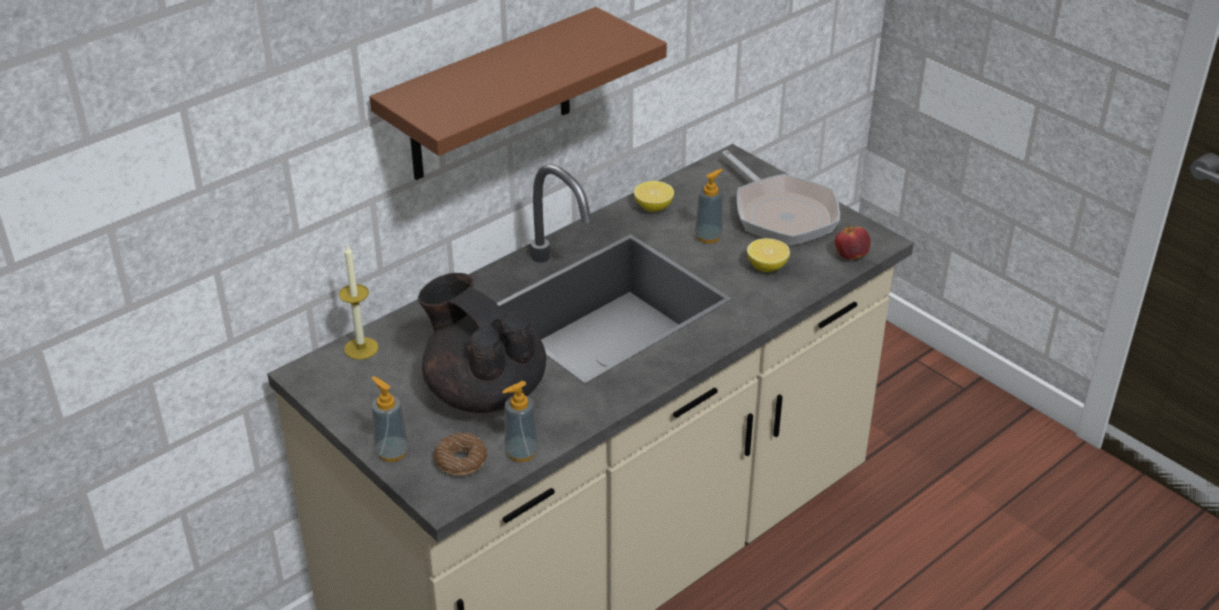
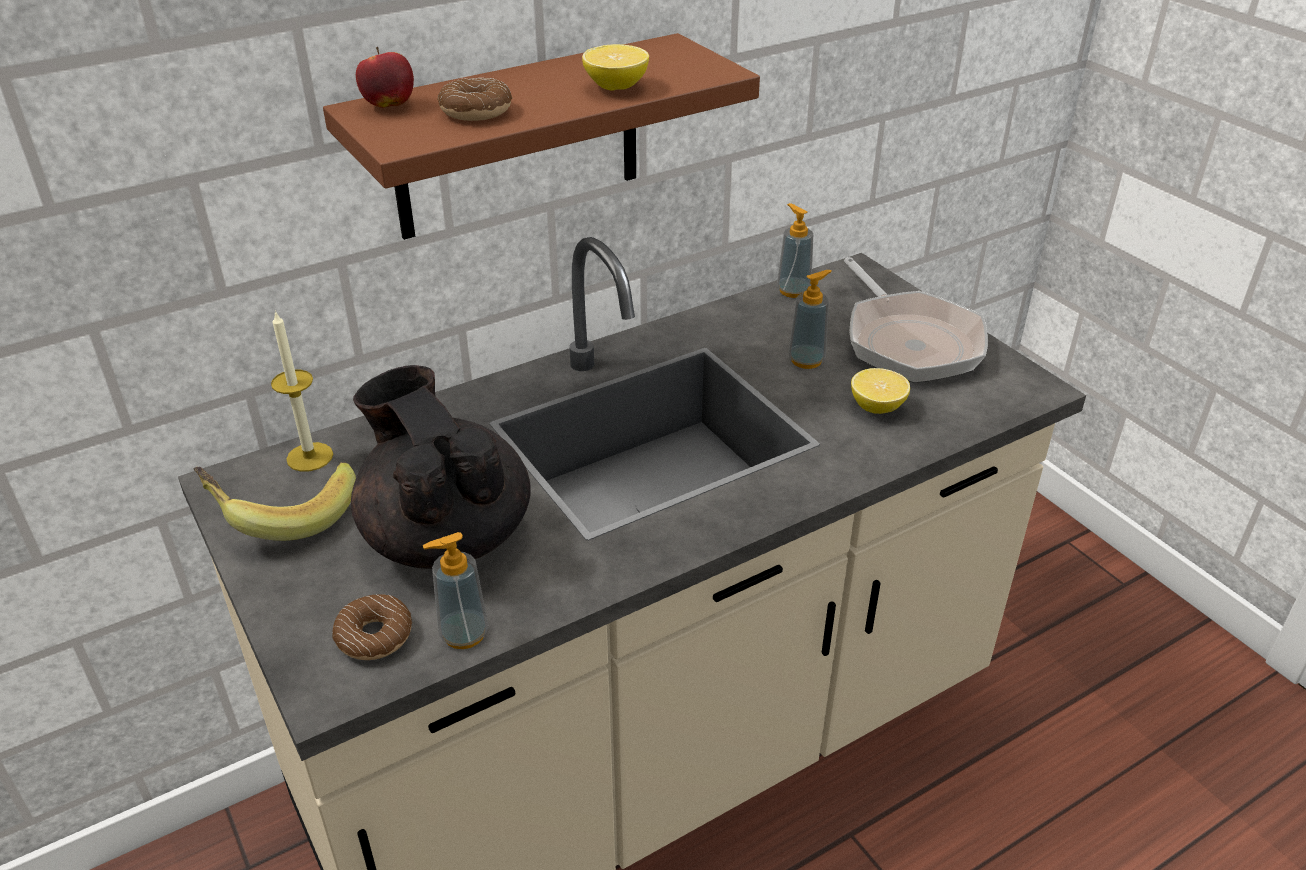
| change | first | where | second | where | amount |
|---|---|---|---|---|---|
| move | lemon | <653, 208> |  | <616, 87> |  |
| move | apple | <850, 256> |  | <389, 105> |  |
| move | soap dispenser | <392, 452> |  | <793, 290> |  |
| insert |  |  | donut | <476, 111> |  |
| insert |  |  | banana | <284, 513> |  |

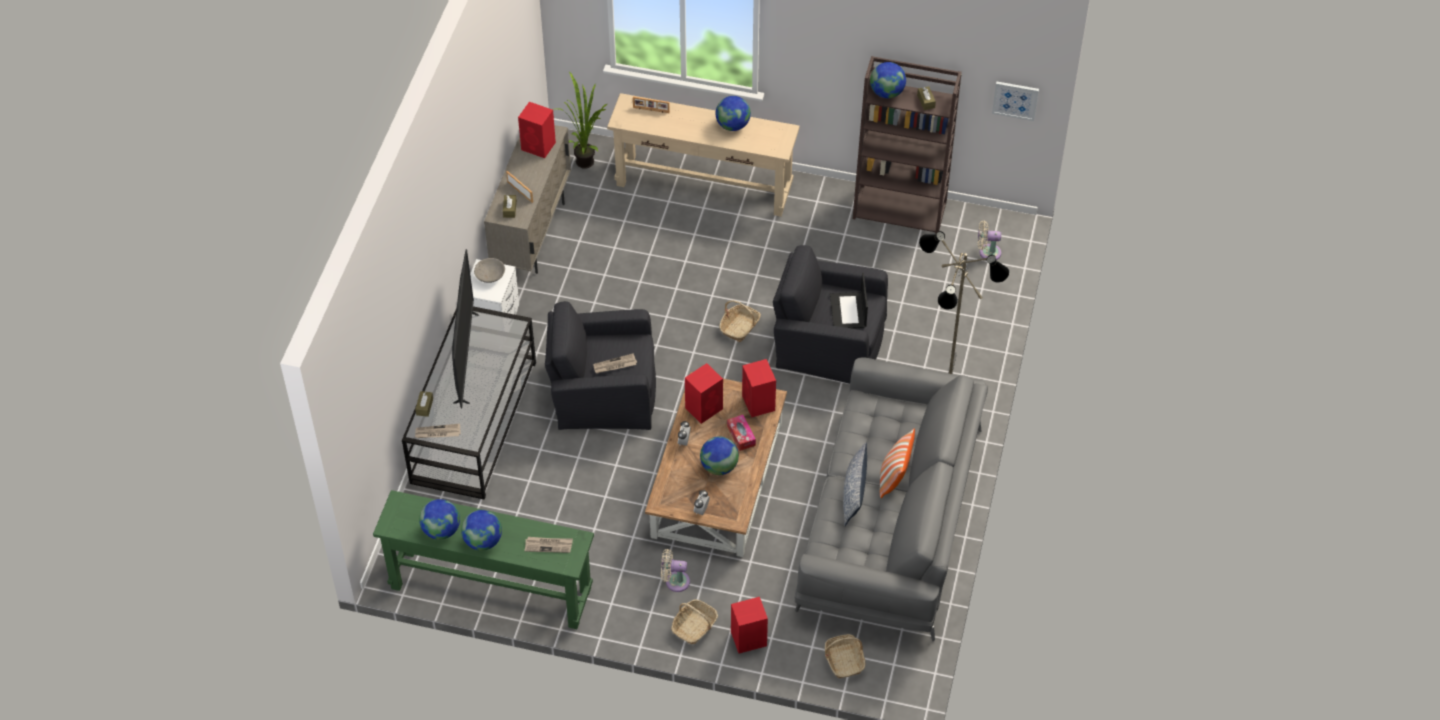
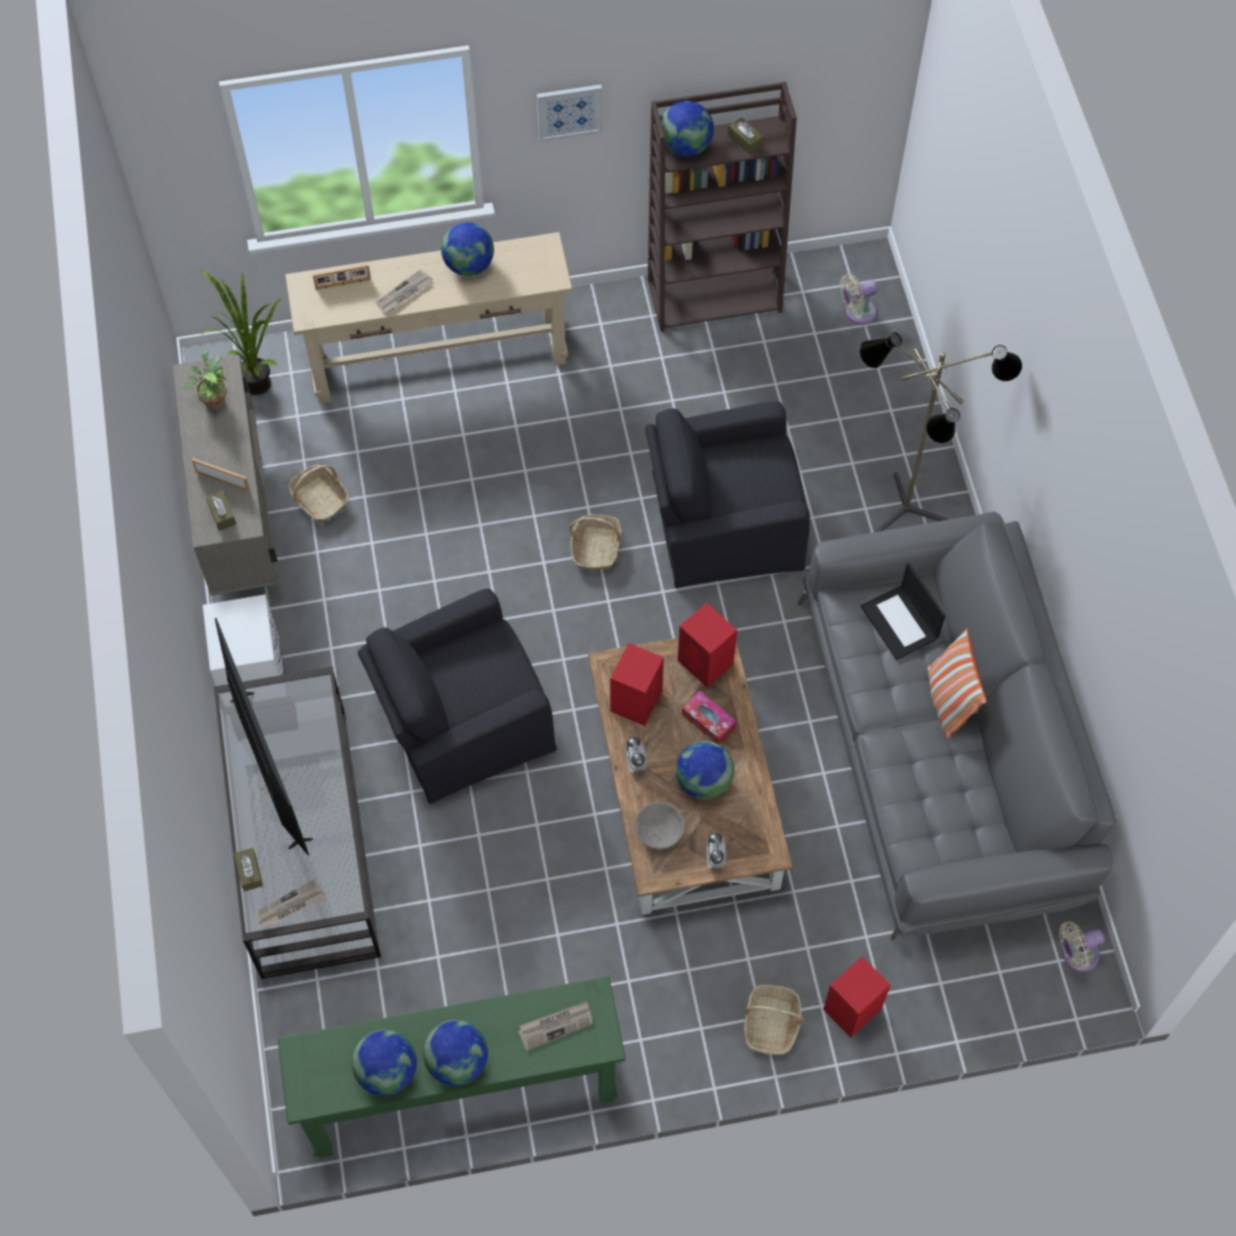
| change | first | where | second | where | amount |
|---|---|---|---|---|---|
| move | picture | <1015, 100> |  | <569, 111> |  |
| replace | speaker/red | <539, 146> | potted plant | <213, 399> |  |
| move | bowl/grey | <490, 275> |  | <659, 830> |  |
| move | laptop | <848, 311> |  | <900, 623> |  |
| move | newspaper | <614, 365> |  | <404, 293> |  |
| delete | pillow | <854, 493> |  |  |  |
| move | fan/beige | <674, 581> |  | <1076, 955> |  |
| move | basket | <844, 660> |  | <320, 499> |  |

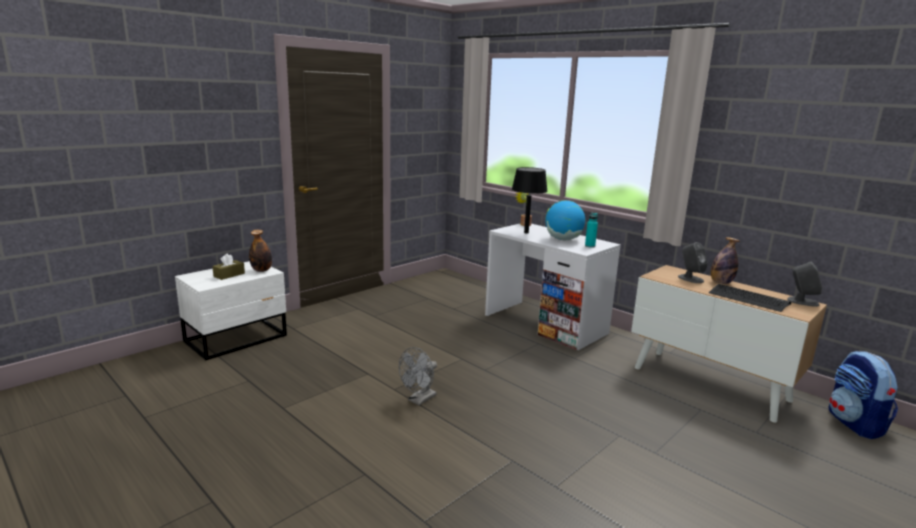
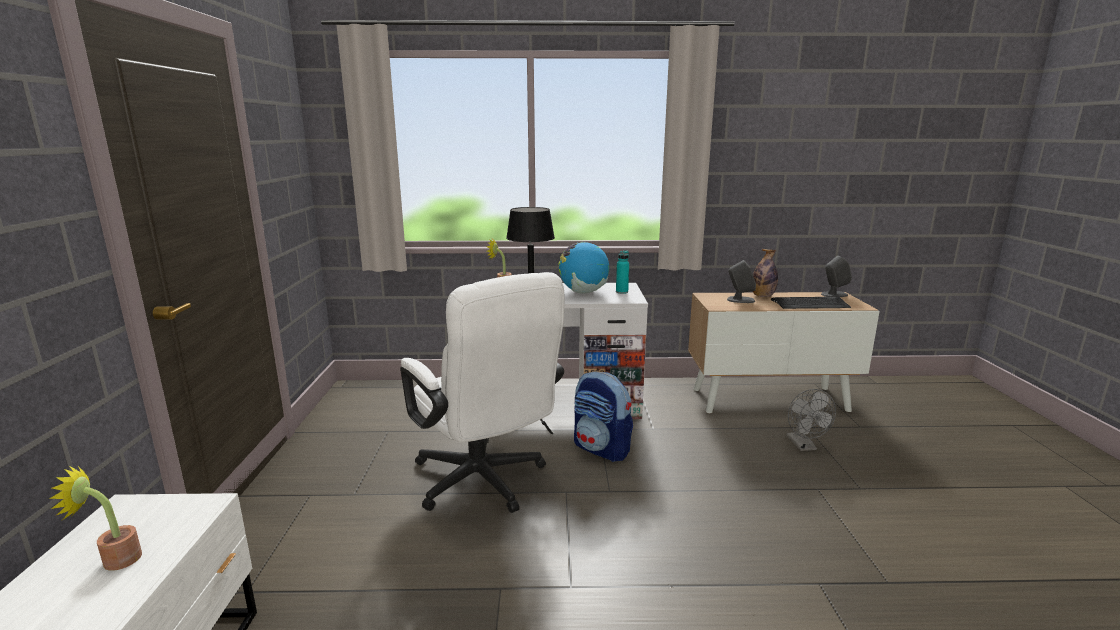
| change | first | where | second | where | amount |
|---|---|---|---|---|---|
| delete | bottle | <261, 270> |  |  |  |
| replace | tissue box/brown | <229, 275> | potted plant | <115, 560> |  |
| move | fan/grey | <419, 400> |  | <804, 446> |  |
| move | backpack | <855, 424> |  | <602, 449> |  |
| insert |  |  | office chair/white | <485, 484> |  |

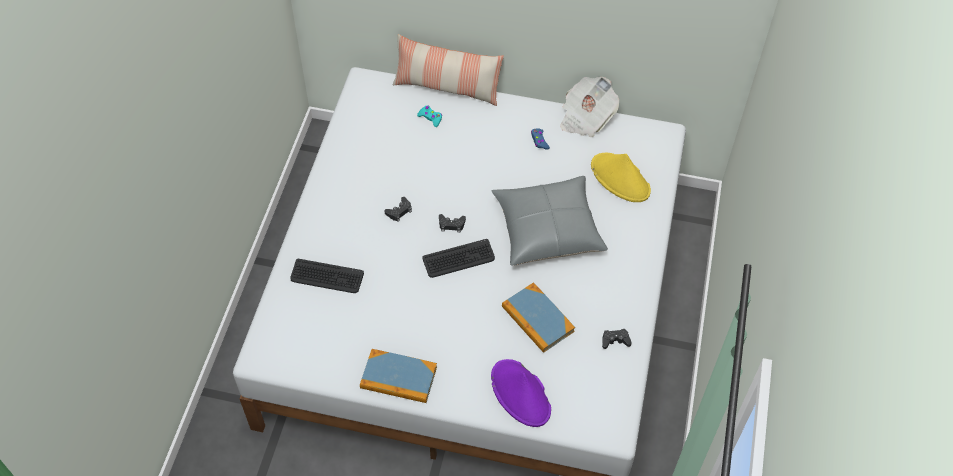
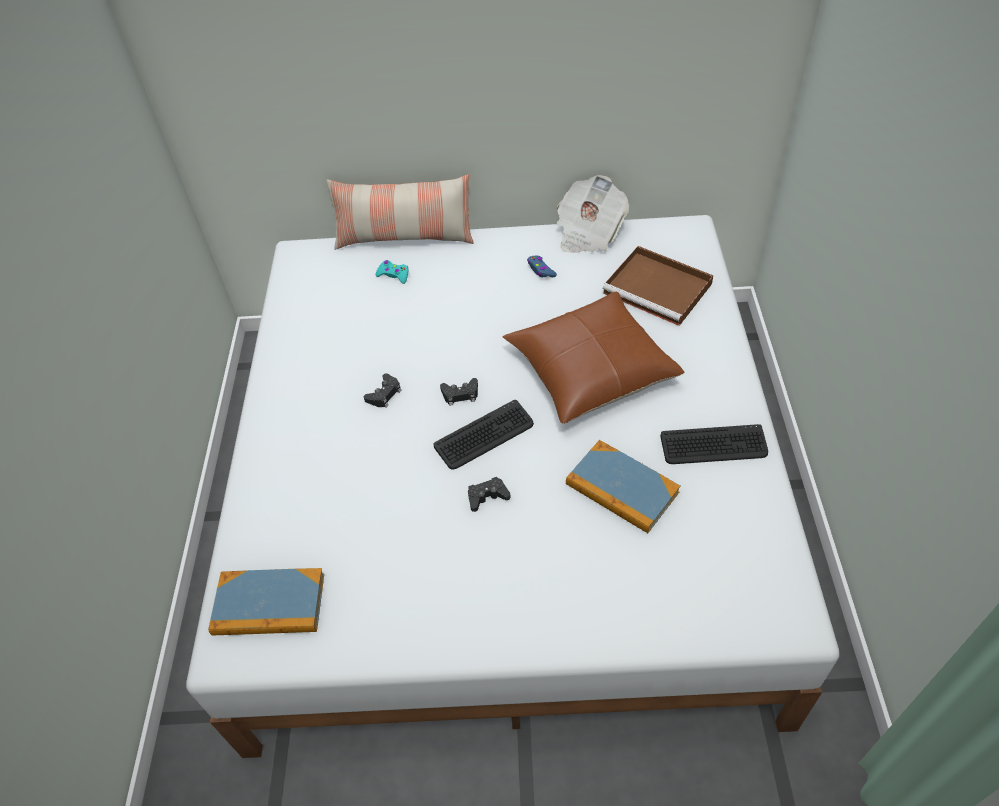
| change | first | where | second | where | amount |
|---|---|---|---|---|---|
| replace | hat/yellow | <620, 178> | tray/brown | <659, 289> |  |
| recolor | pillow/grey | <547, 229> | pillow/brown | <590, 369> |  |
| move | keyboard | <327, 277> |  | <713, 446> |  |
| move | game controller/black | <615, 340> |  | <487, 496> |  |
| move | book | <398, 378> |  | <269, 605> |  |
| delete | hat/purple | <521, 394> |  |  |  |

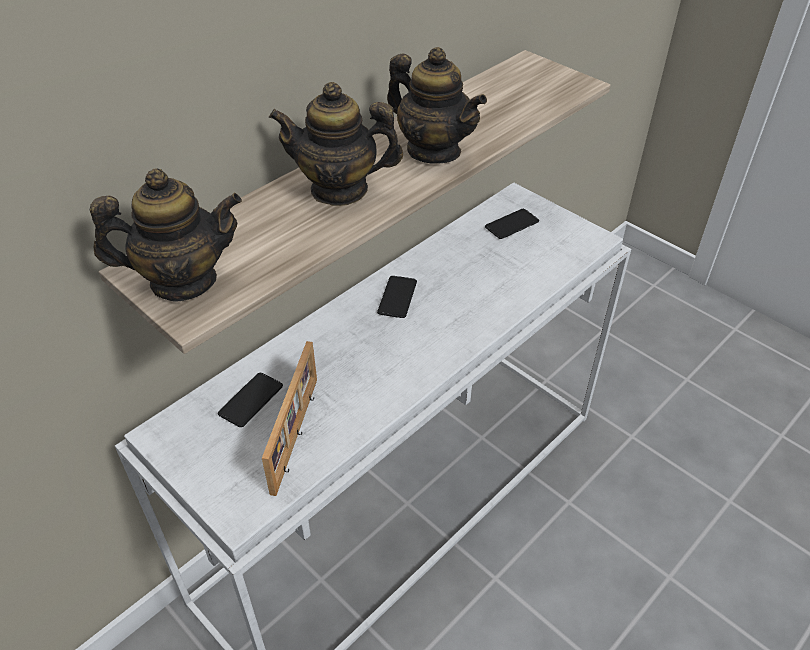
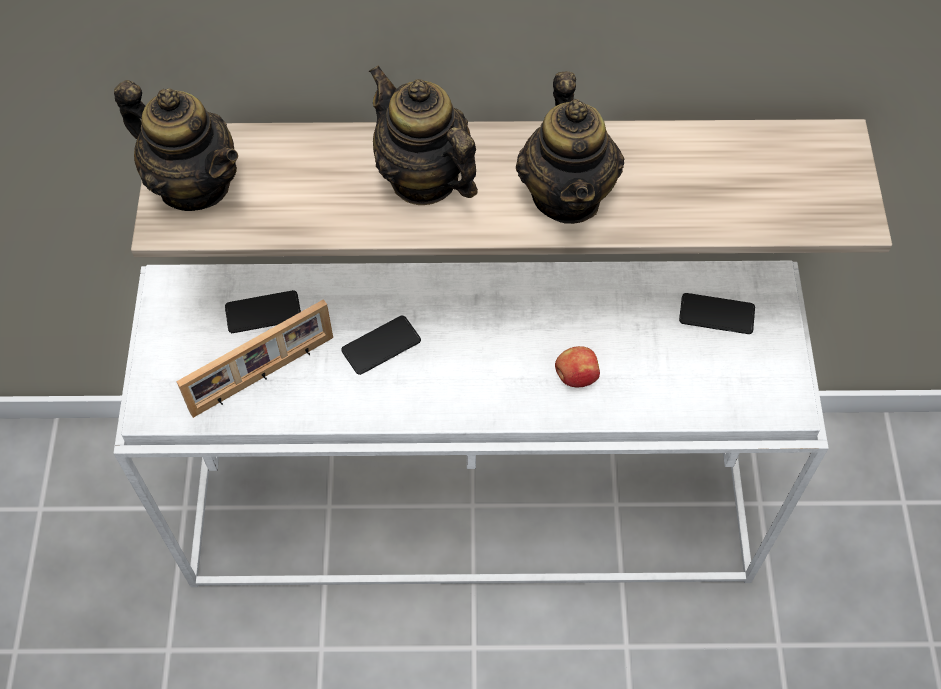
| change | first | where | second | where | amount |
|---|---|---|---|---|---|
| move | phone | <397, 297> |  | <381, 345> |  |
| insert |  |  | apple | <575, 376> |  |

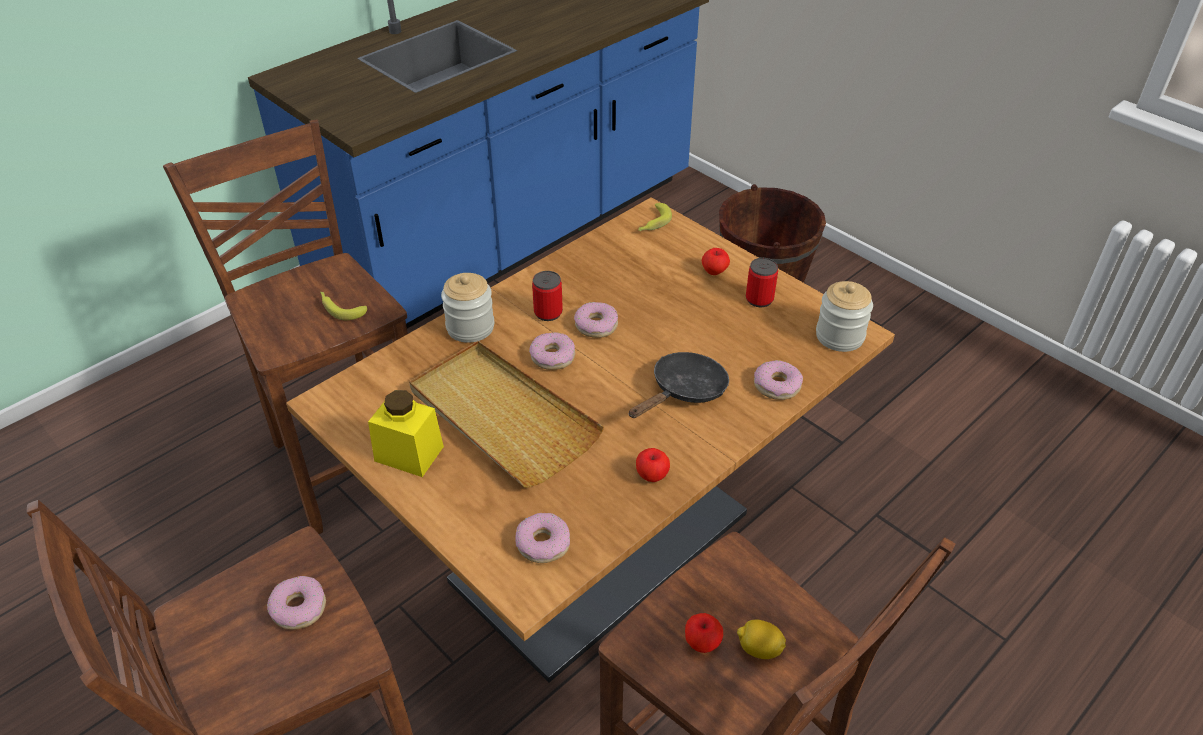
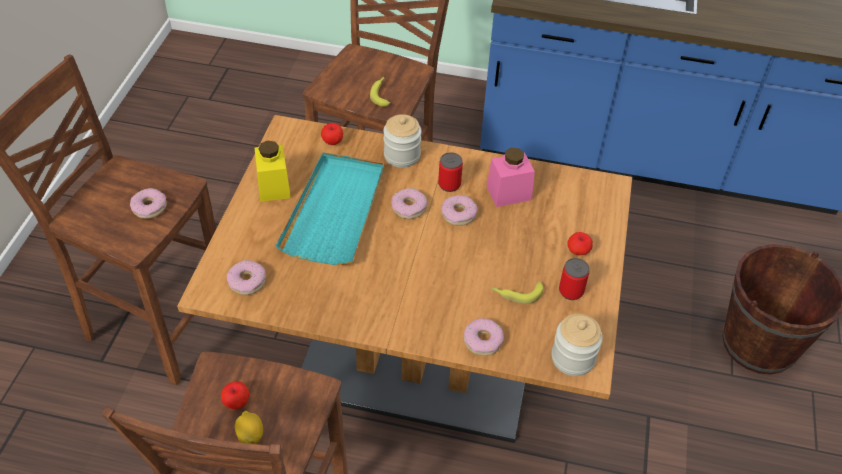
| change | first | where | second | where | amount |
|---|---|---|---|---|---|
| move | banana | <653, 223> |  | <516, 294> |  |
| recolor | tray/beige | <502, 416> | tray/turquoise | <335, 211> |  |
| delete | frying pan/black | <684, 391> |  |  |  |
| move | apple | <652, 475> |  | <332, 141> |  |
| insert |  |  | jar/pink | <509, 193> |  |

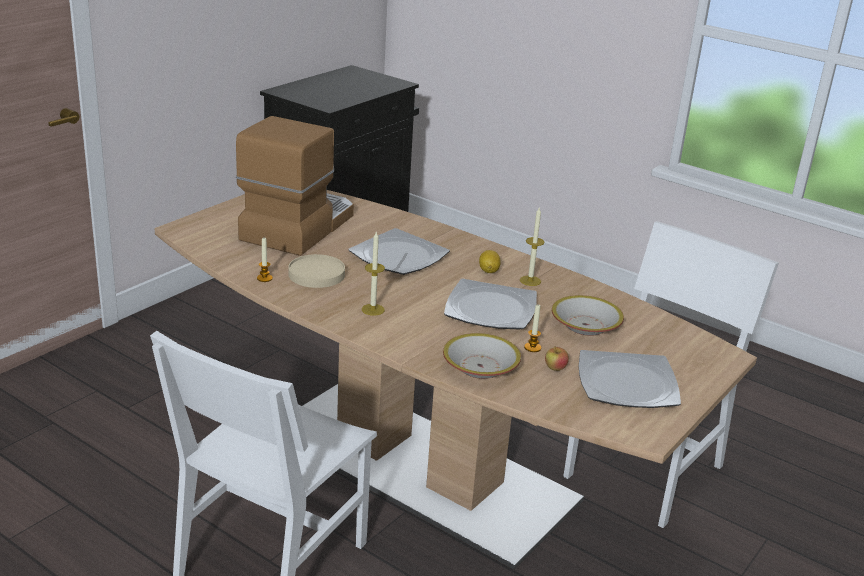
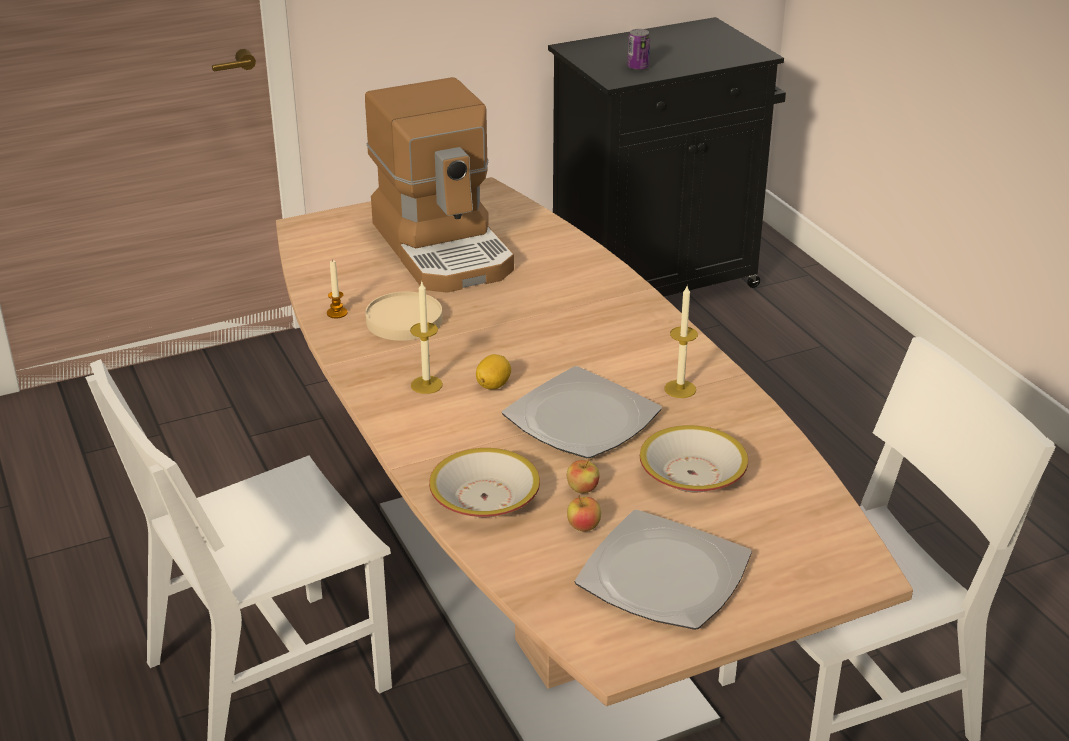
| change | first | where | second | where | amount |
|---|---|---|---|---|---|
| rotate | coffee machine | <297, 226> |  | <445, 248> | 105 degrees clockwise |
| delete | plate | <399, 256> |  |  |  |
| move | lemon | <488, 271> |  | <493, 385> |  |
| replace | candle | <532, 348> | apple | <582, 489> |  |
| insert |  |  | can | <638, 67> |  |

